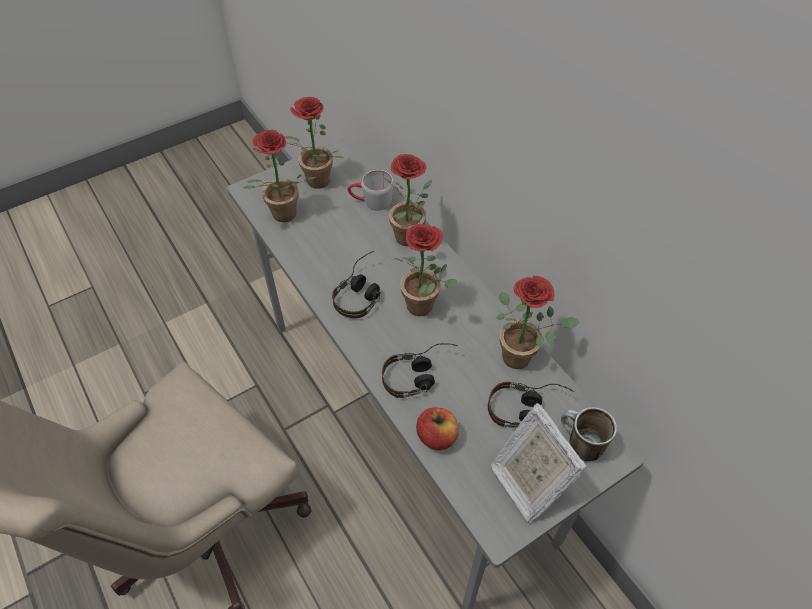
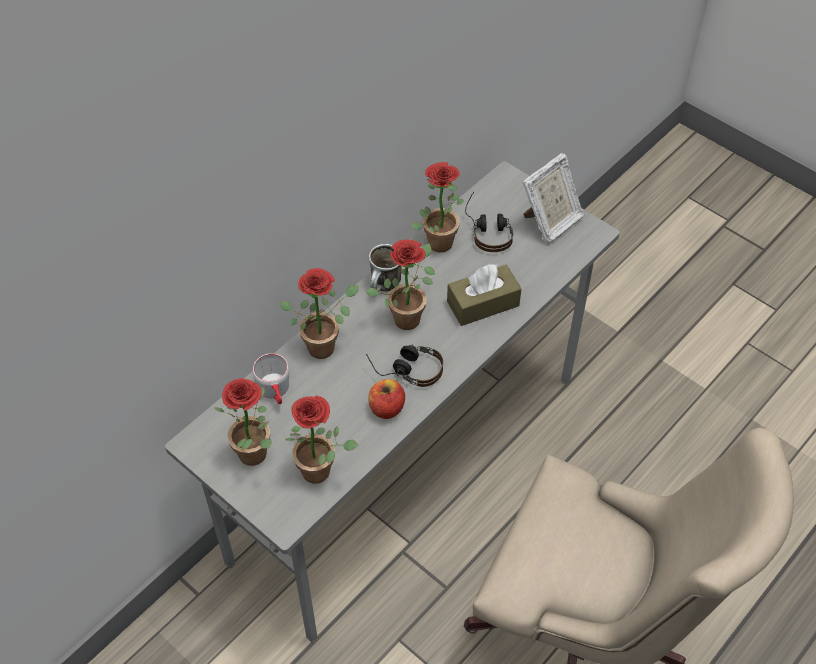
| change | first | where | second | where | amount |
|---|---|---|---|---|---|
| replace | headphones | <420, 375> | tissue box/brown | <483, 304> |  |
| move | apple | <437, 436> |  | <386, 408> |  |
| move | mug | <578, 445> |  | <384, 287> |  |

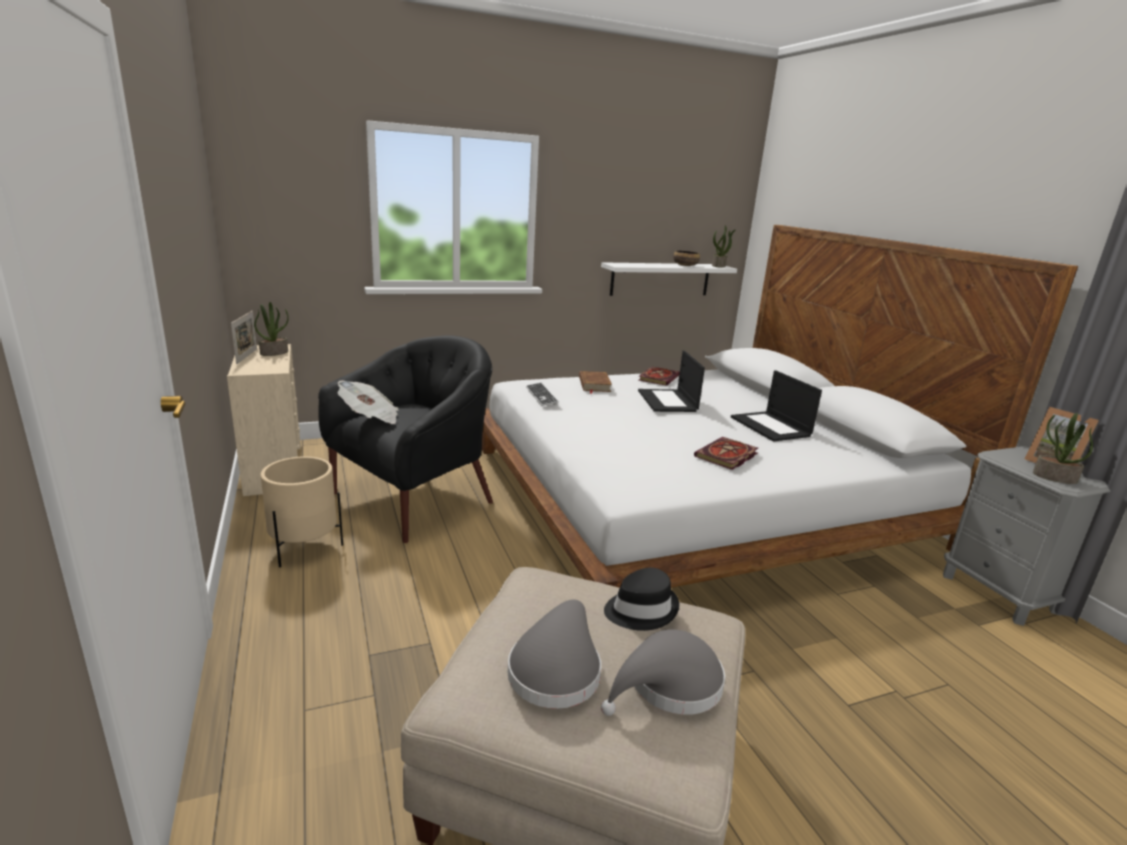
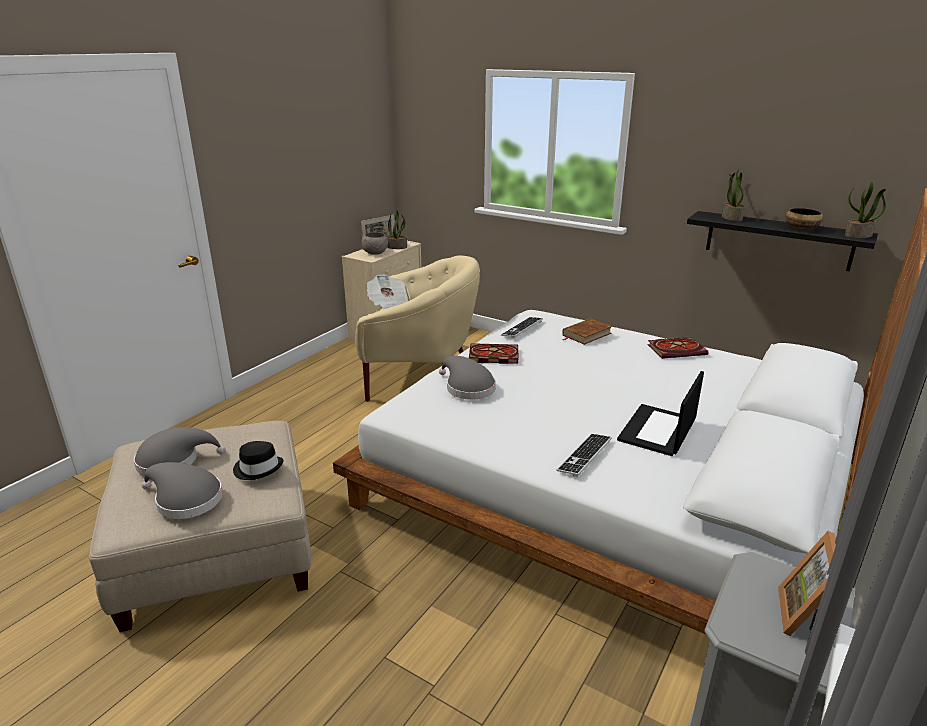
| change | first | where | second | where | amount |
|---|---|---|---|---|---|
| recolor | shelf/white | <660, 279> | shelf/black | <778, 240> |  |
| recolor | armchair/black | <415, 498> | armchair/beige | <420, 379> |  |
| delete | laptop | <668, 401> |  |  |  |
| move | potted plant | <1054, 477> |  | <731, 218> |  |
| move | book | <726, 456> |  | <492, 356> |  |
| delete | planter/beige | <304, 547> |  |  |  |
| insert |  |  | bowl/grey | <375, 253> |  |
| insert |  |  | hat/grey | <467, 388> |  |
| insert |  |  | keyboard | <584, 455> |  |

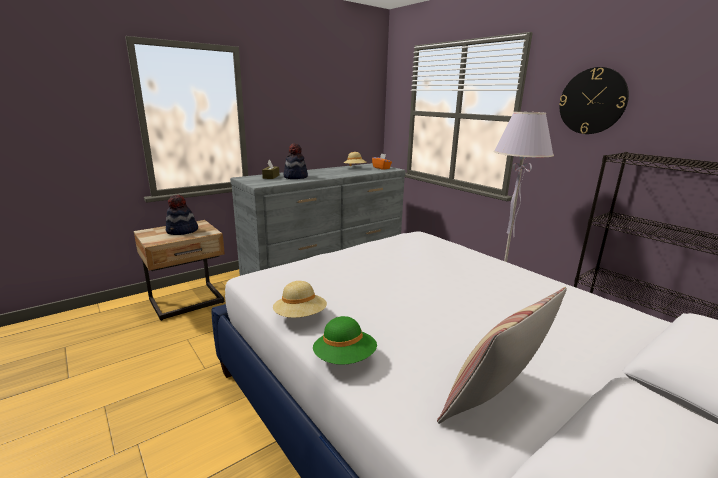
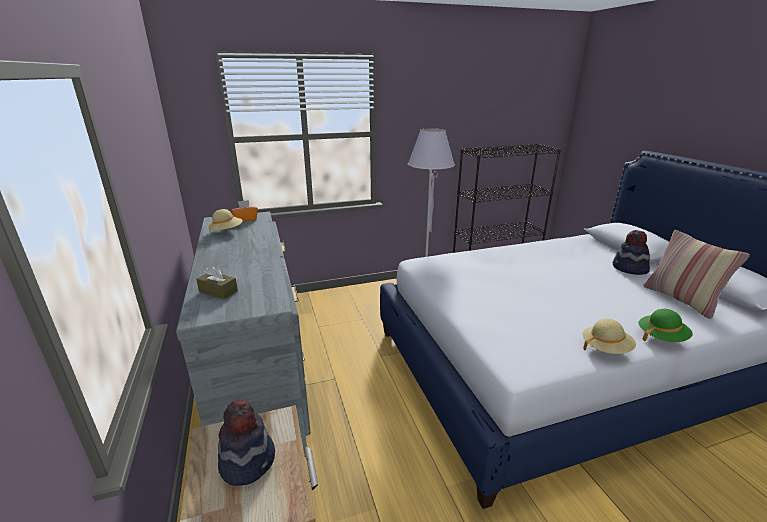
| change | first | where | second | where | amount |
|---|---|---|---|---|---|
| delete | wall clock | <592, 101> |  |  |  |
| move | hat | <295, 177> |  | <629, 269> |  |

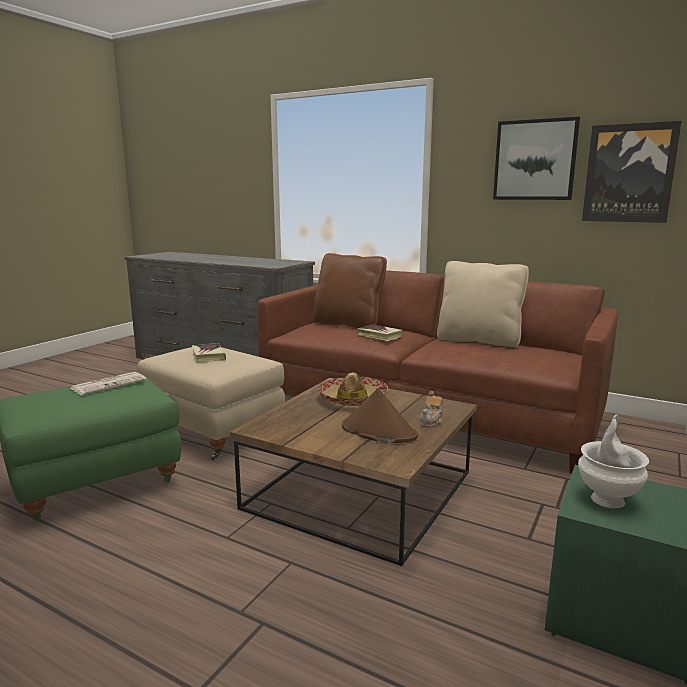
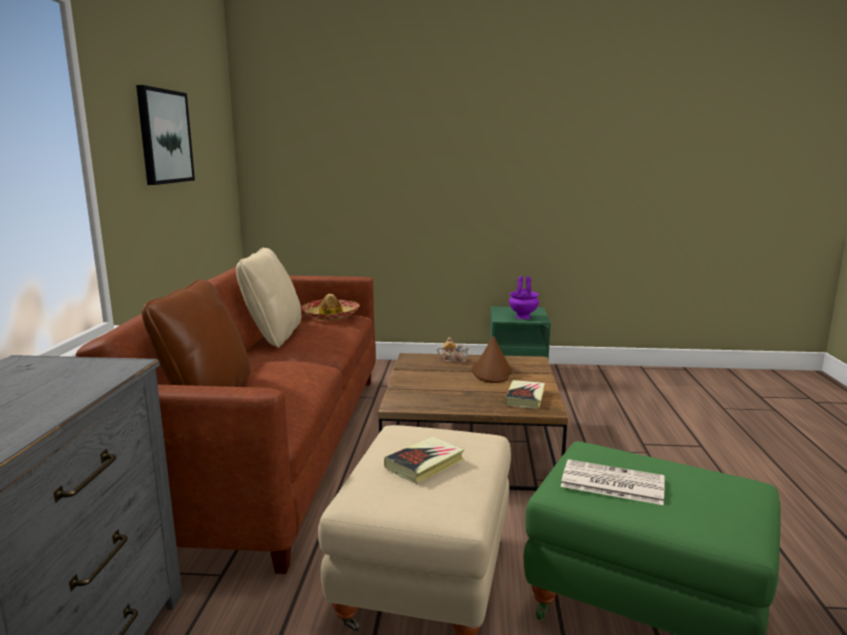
| change | first | where | second | where | amount |
|---|---|---|---|---|---|
| delete | picture | <629, 173> |  |  |  |
| move | book | <380, 336> |  | <525, 398> |  |
| move | hat | <352, 399> |  | <331, 316> |  |
| recolor | vase/white | <607, 499> | vase/purple | <522, 317> |  |

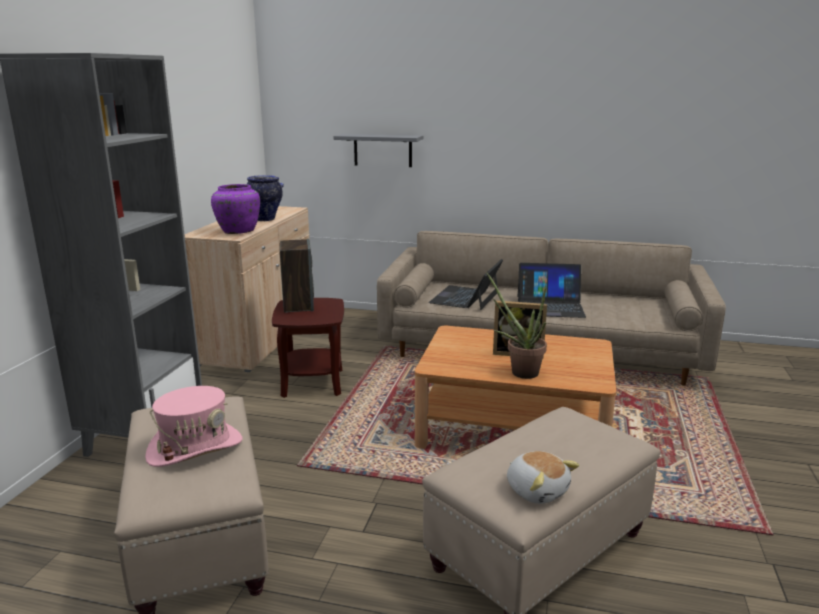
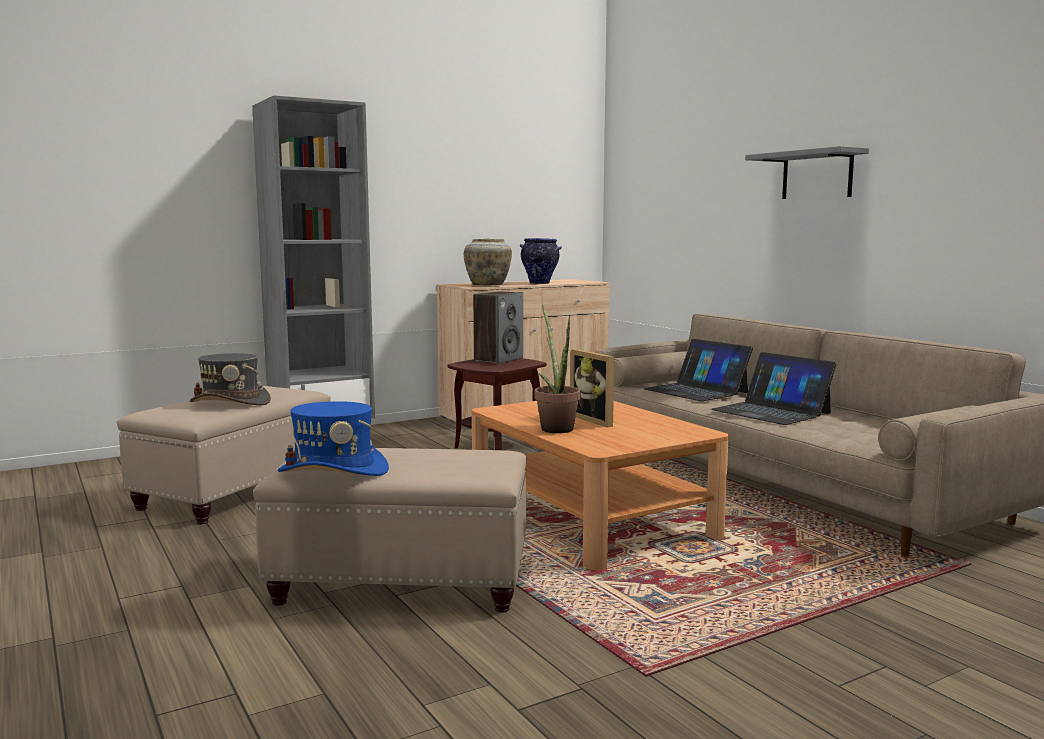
| change | first | where | second | where | amount |
|---|---|---|---|---|---|
| move | shelf/grey | <382, 150> |  | <817, 175> |  |
| recolor | vase/purple | <238, 231> | vase/beige | <488, 285> |  |
| rotate | laptop | <466, 297> |  | <696, 391> | 105 degrees counterclockwise |
| recolor | hat/pink | <195, 448> | hat/grey | <231, 402> |  |
| replace | plush toy | <537, 490> | hat/blue | <334, 471> |  |

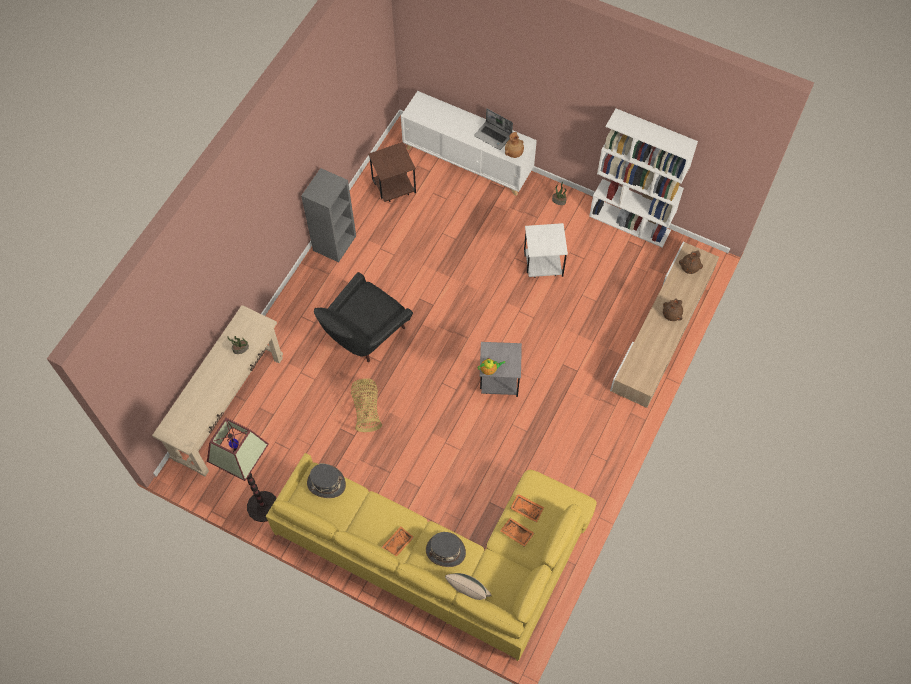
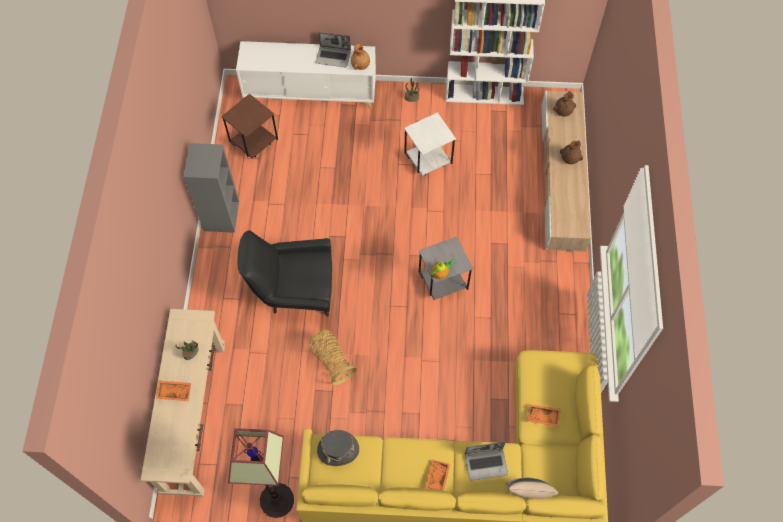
| change | first | where | second | where | amount |
|---|---|---|---|---|---|
| rotate | armchair/black | <364, 336> |  | <295, 292> | 75 degrees clockwise |
| move | tray/orange | <527, 508> |  | <174, 391> |  |
| replace | hat/grey | <445, 551> | laptop | <486, 464> |  |

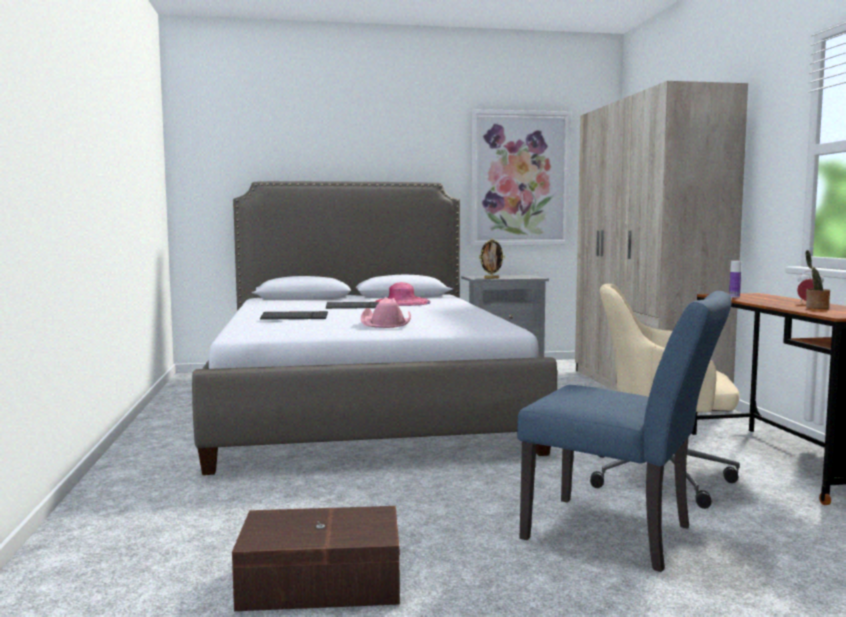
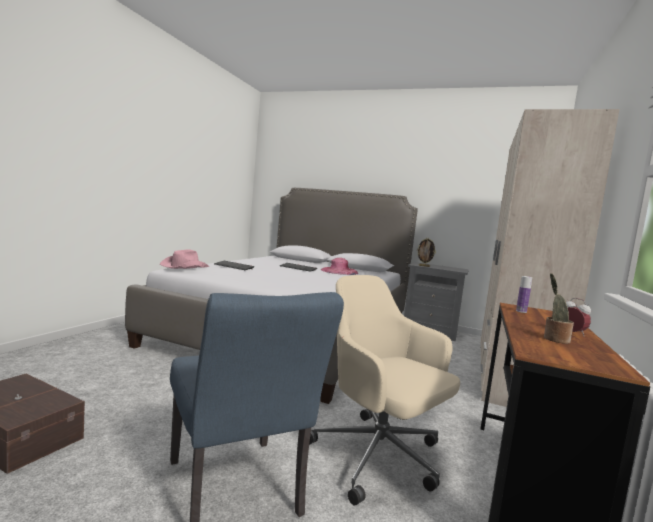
| change | first | where | second | where | amount |
|---|---|---|---|---|---|
| delete | picture | <520, 178> |  |  |  |
| move | hat/pink | <387, 323> |  | <184, 266> |  |

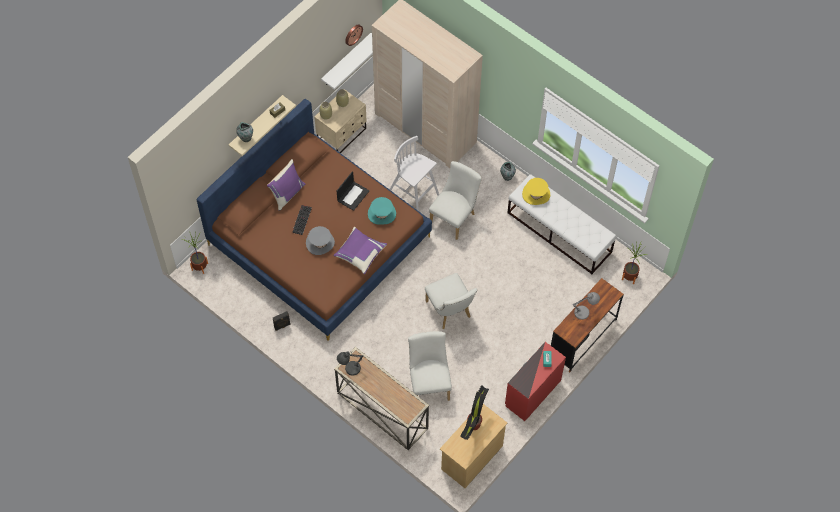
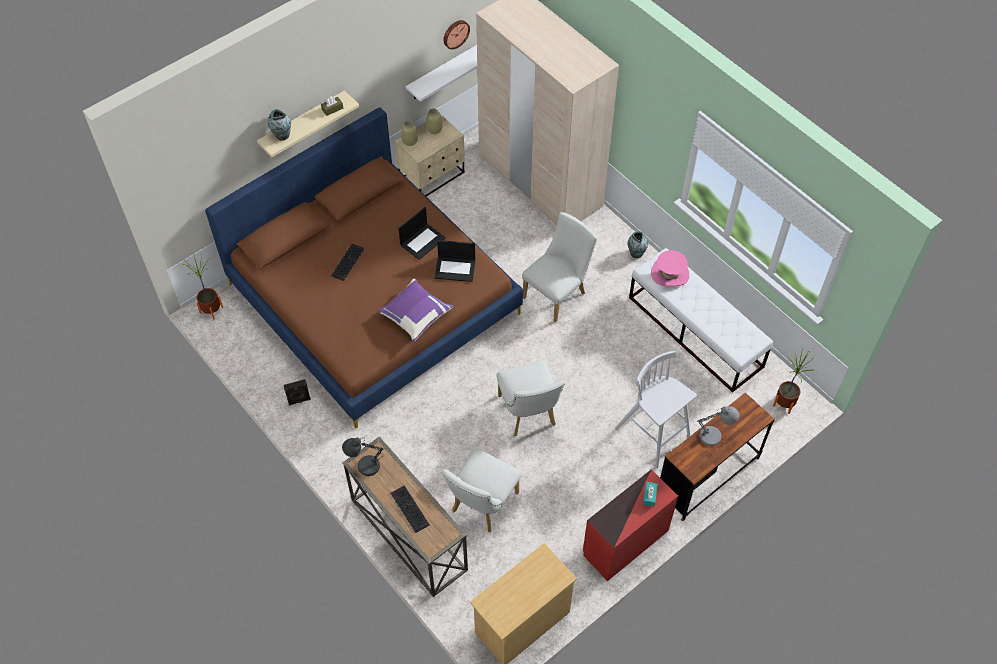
| change | first | where | second | where | amount |
|---|---|---|---|---|---|
| move | stool/white | <413, 195> |  | <653, 435> |  |
| delete | pillow/purple | <287, 194> |  |  |  |
| recolor | hat/yellow | <536, 194> | hat/pink | <670, 273> |  |
| replace | hat/turquoise | <381, 213> | laptop | <455, 268> |  |
| delete | hat/grey | <320, 243> |  |  |  |
| rotate | chair/white | <429, 382> |  | <481, 505> | 150 degrees counterclockwise |
| delete | potted plant | <473, 425> |  |  |  |
| insert |  |  | keyboard | <409, 509> |  |

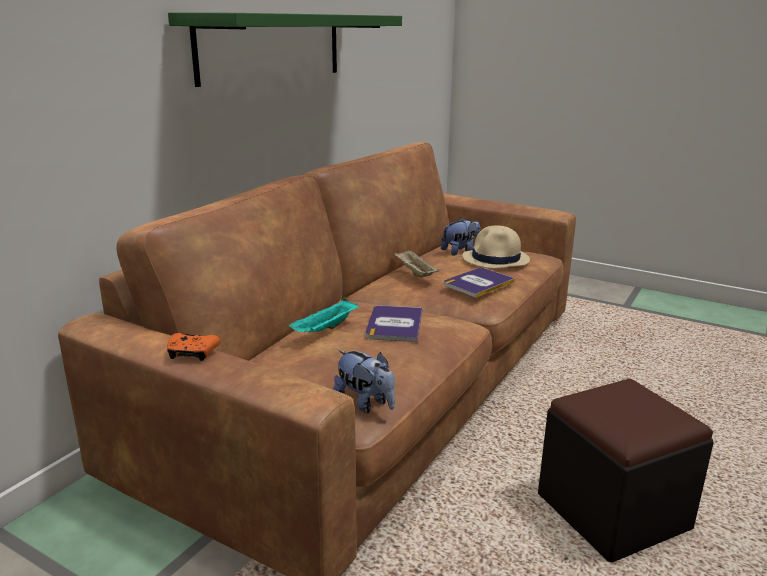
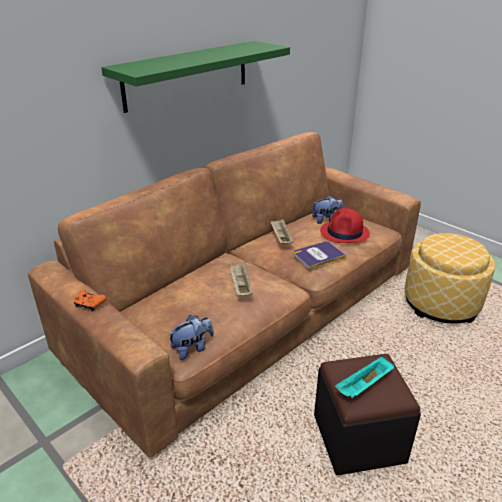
| change | first | where | second | where | amount |
|---|---|---|---|---|---|
| recolor | hat/beige | <496, 259> | hat/red | <344, 233> |  |
| move | tray/turquoise | <325, 329> |  | <364, 386> |  |
| replace | book | <394, 324> | tray/beige | <240, 286> |  |
| rotate | plush toy | <365, 404> |  | <192, 348> | 90 degrees counterclockwise |
| insert |  |  | ottoman | <440, 304> |  |

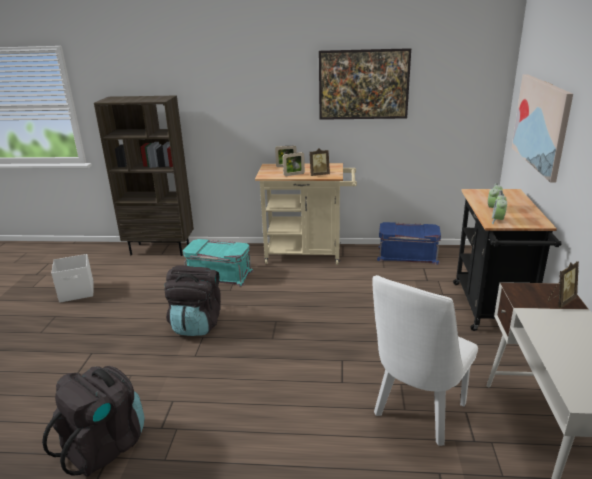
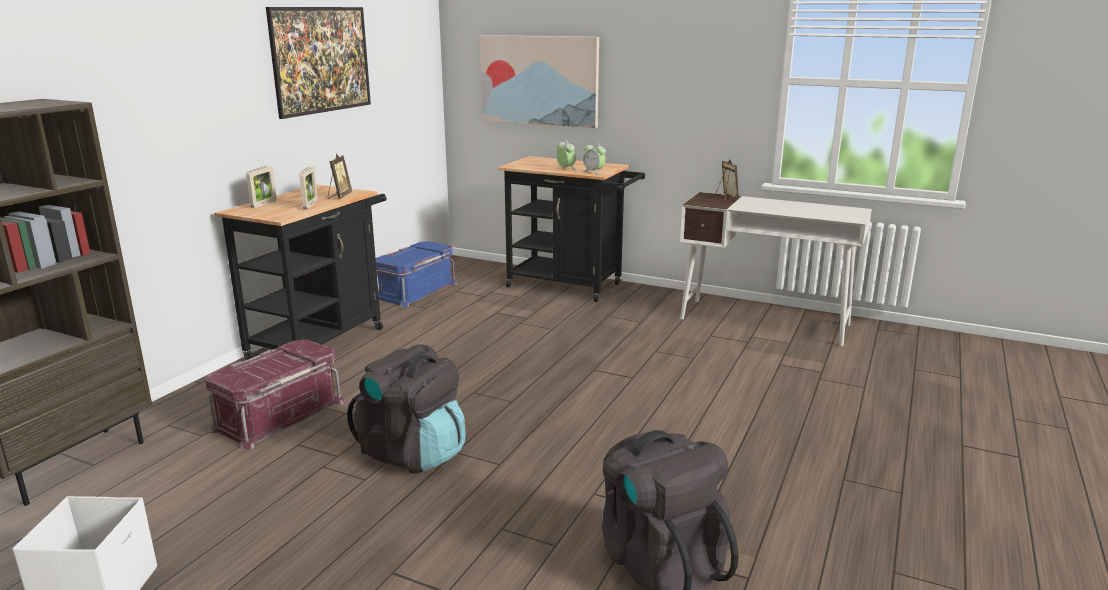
| change | first | where | second | where | amount |
|---|---|---|---|---|---|
| recolor | cart/beige | <308, 254> | cart/black | <322, 340> |  |
| recolor | storage box/turquoise | <219, 274> | storage box/red | <278, 414> |  |
| delete | chair/white | <417, 414> |  |  |  |

